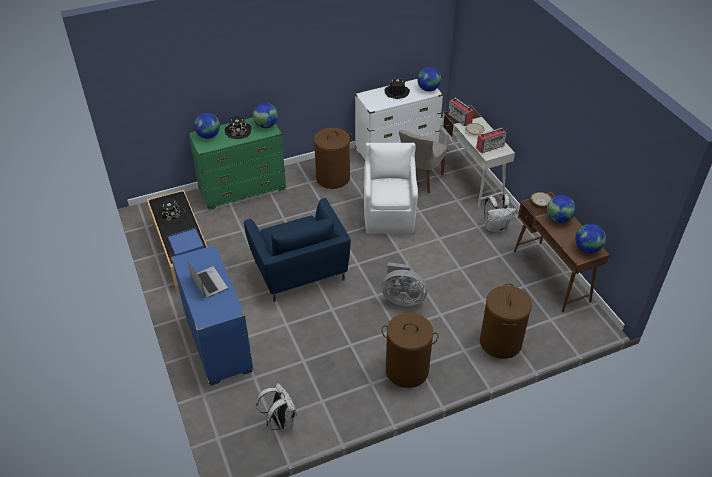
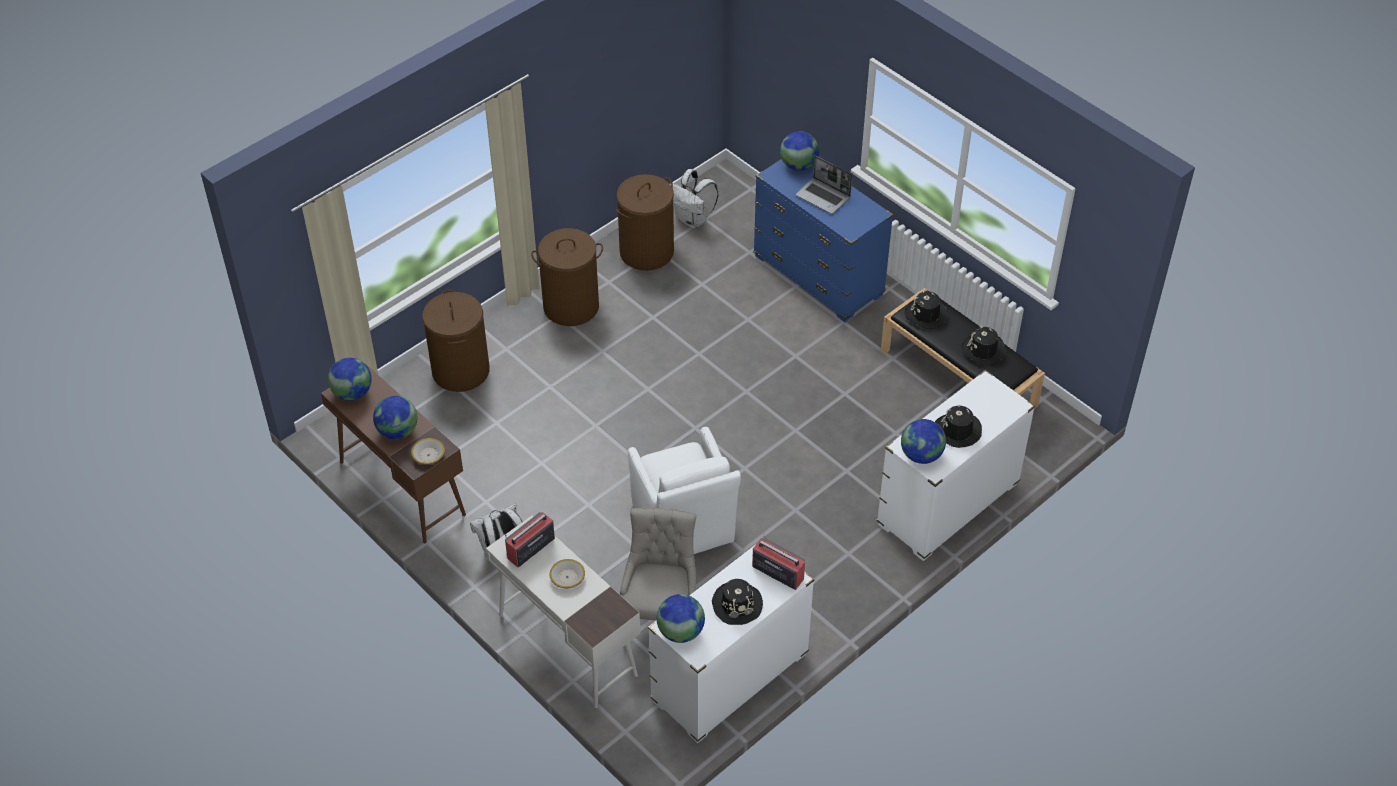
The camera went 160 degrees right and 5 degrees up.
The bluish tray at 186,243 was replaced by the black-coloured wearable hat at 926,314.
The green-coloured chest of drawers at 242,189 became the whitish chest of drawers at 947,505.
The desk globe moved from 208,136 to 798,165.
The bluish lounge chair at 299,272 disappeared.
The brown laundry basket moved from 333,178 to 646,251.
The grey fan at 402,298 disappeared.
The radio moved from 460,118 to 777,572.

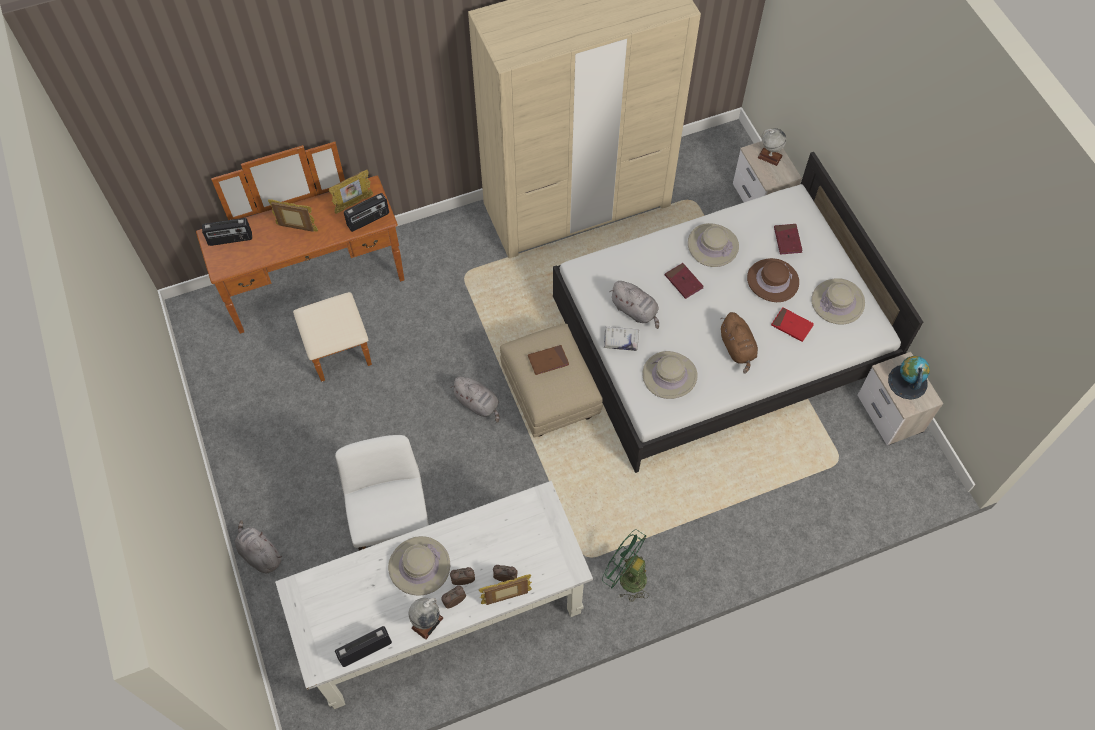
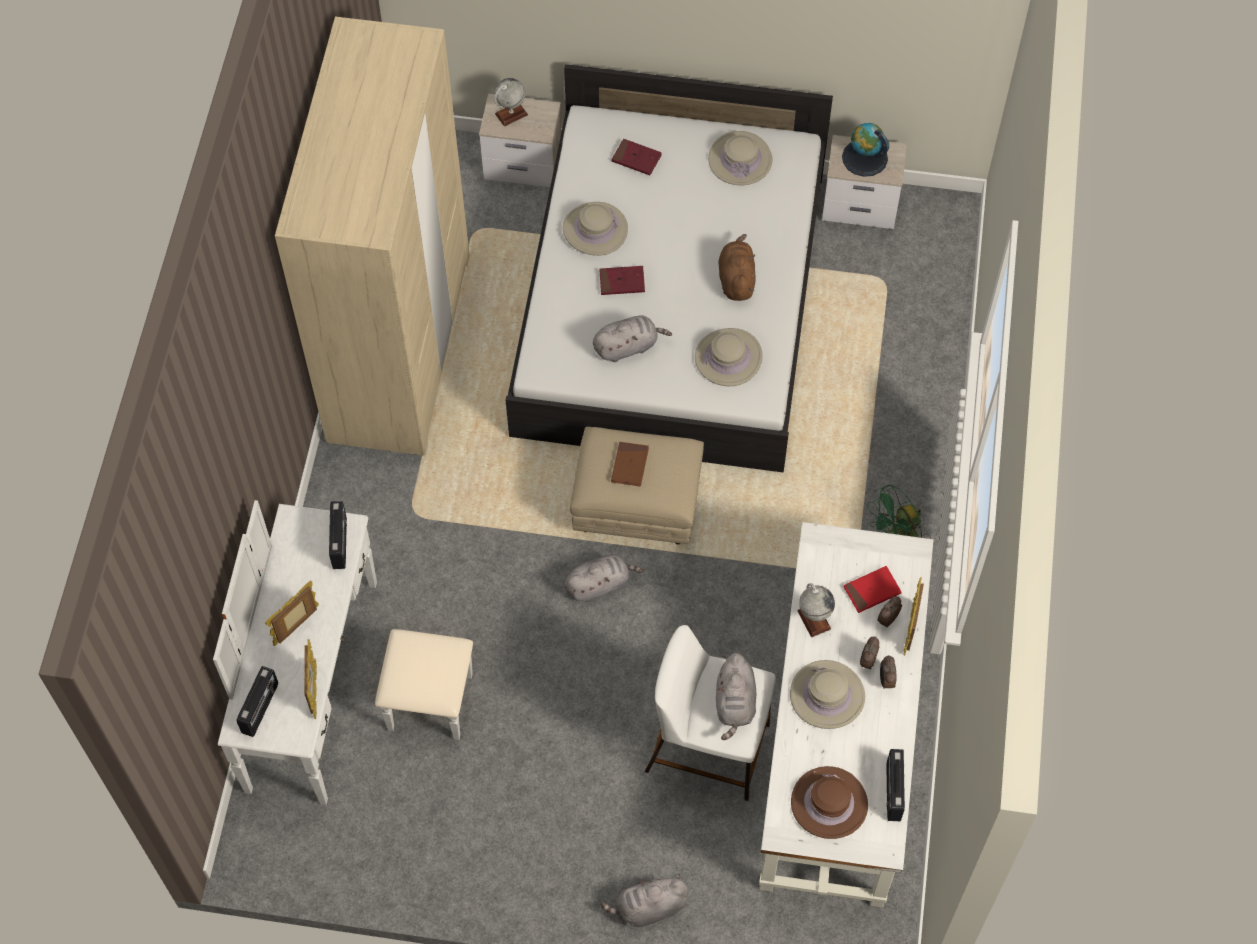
The camera went 60 degrees left and 0 degrees up.
The brown chest of drawers at 321,299 became the whitish chest of drawers at 340,687.
The photo frame moved from 354,203 to 314,691.
The desk globe moved from 427,622 to 813,619.
The whitish volume at 621,341 disappeared.
The brown cuddly toy at 737,349 turned 105 degrees counterclockwise.
The brown wearable hat moved from 772,281 to 829,803.
The red volume moved from 791,325 to 872,590.
The grey cuddly toy at 735,703 appeared.

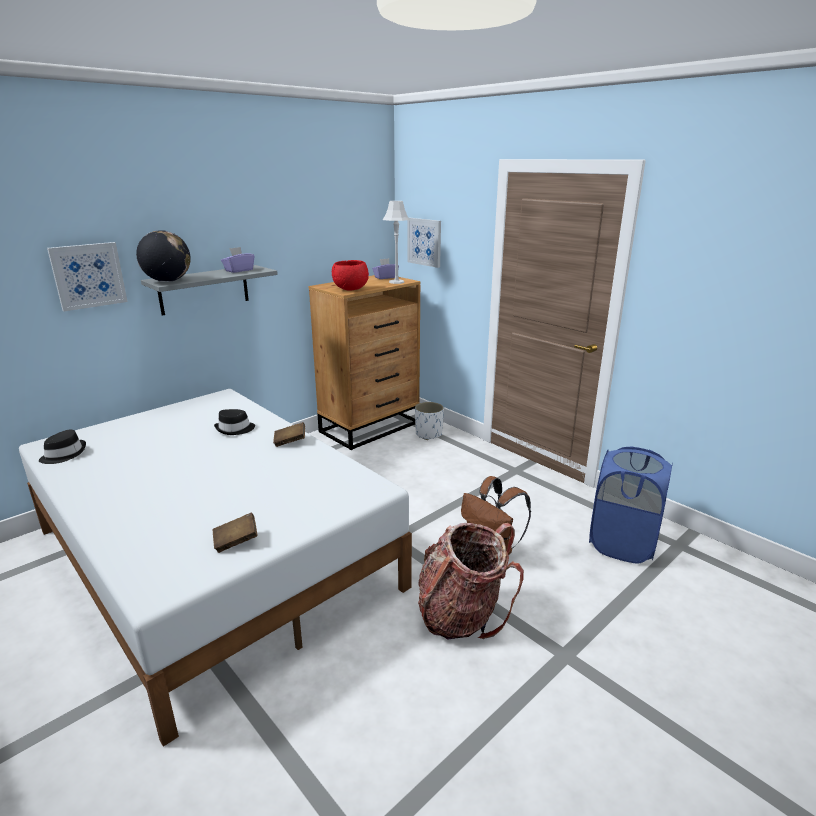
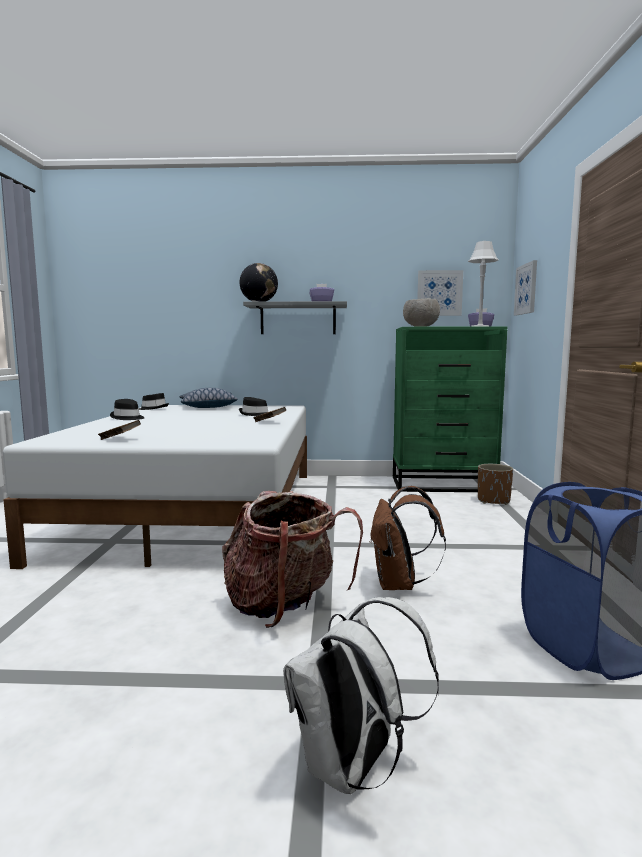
The camera went 45 degrees right and 15 degrees down.
The picture moved from 88,275 to 439,293.
The brown chest of drawers at 370,427 became the green-coloured chest of drawers at 443,484.
The red serving bowl at 350,289 became the grey serving bowl at 421,326.
The whitish flower pot at 428,434 became the brown flower pot at 493,501.
The black-coloured wearable hat at 127,418 appeared.
The pillow at 207,407 appeared.
The whitish rucksack at 353,768 appeared.

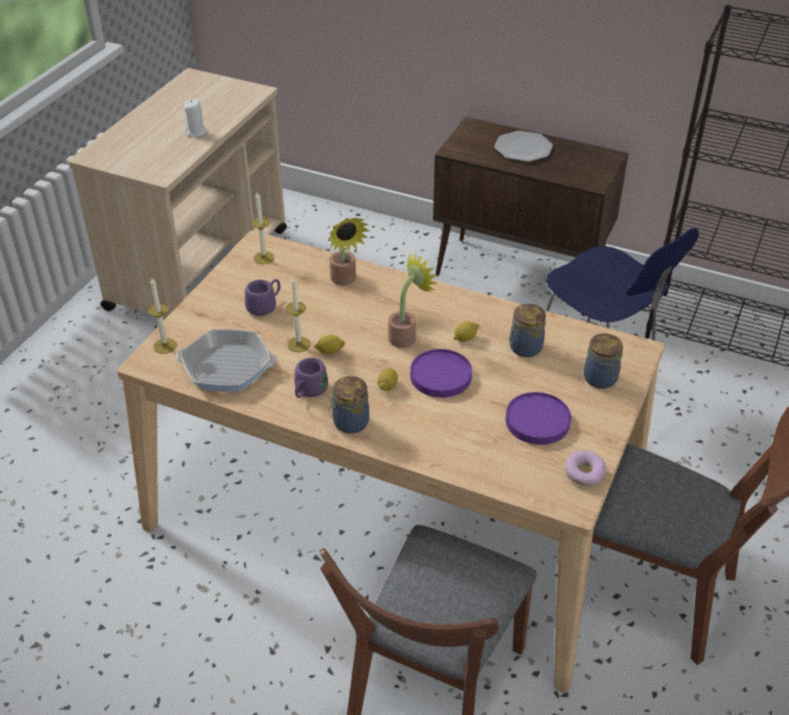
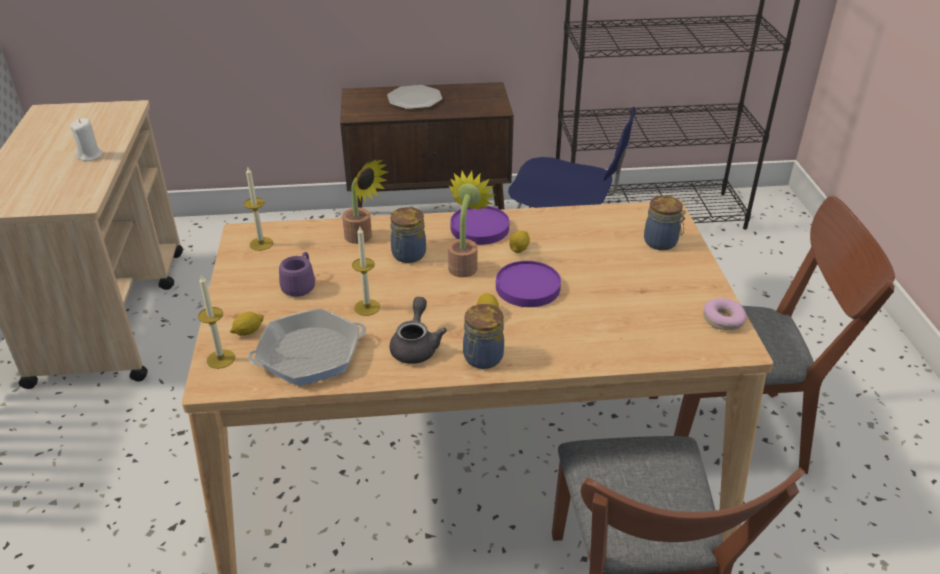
The camera went 30 degrees left and 5 degrees down.
The purple-coloured tea mug at 308,392 was replaced by the grey tea pot at 416,346.
The whole lemon moved from 330,351 to 248,331.
The purple-coloured dinner plate moved from 538,421 to 480,228.
The preserve jar moved from 524,348 to 408,255.

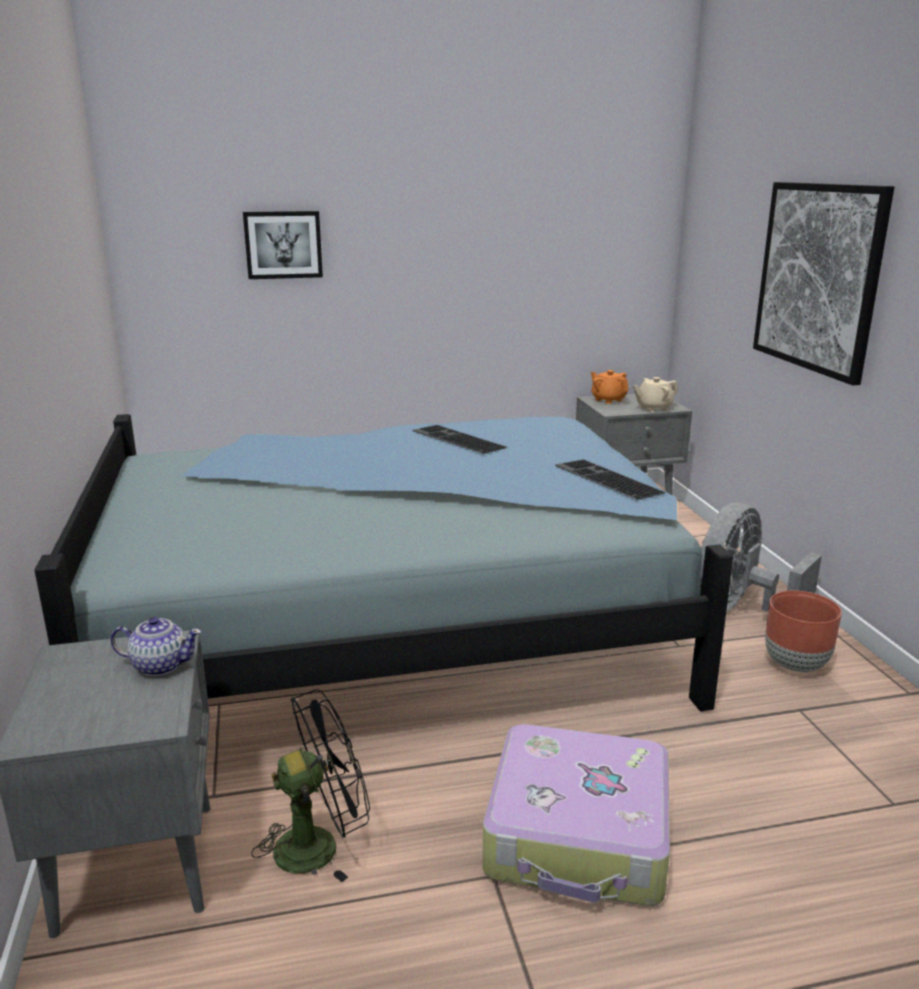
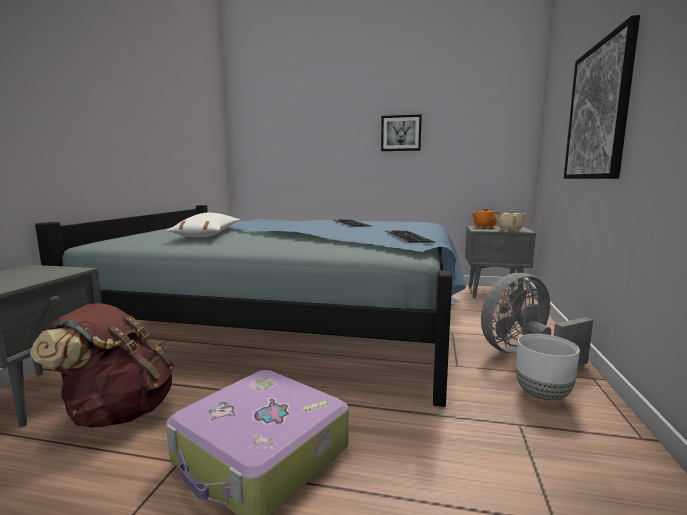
The camera went 25 degrees right and 10 degrees down.
The tea pot at 160,665 disappeared.
The picture moved from 283,245 to 401,133.
The black-coloured fan at 319,844 was replaced by the brown rucksack at 118,412.
The brown flower pot at 796,665 became the whitish flower pot at 542,395.
The whitish pillow at 207,235 appeared.

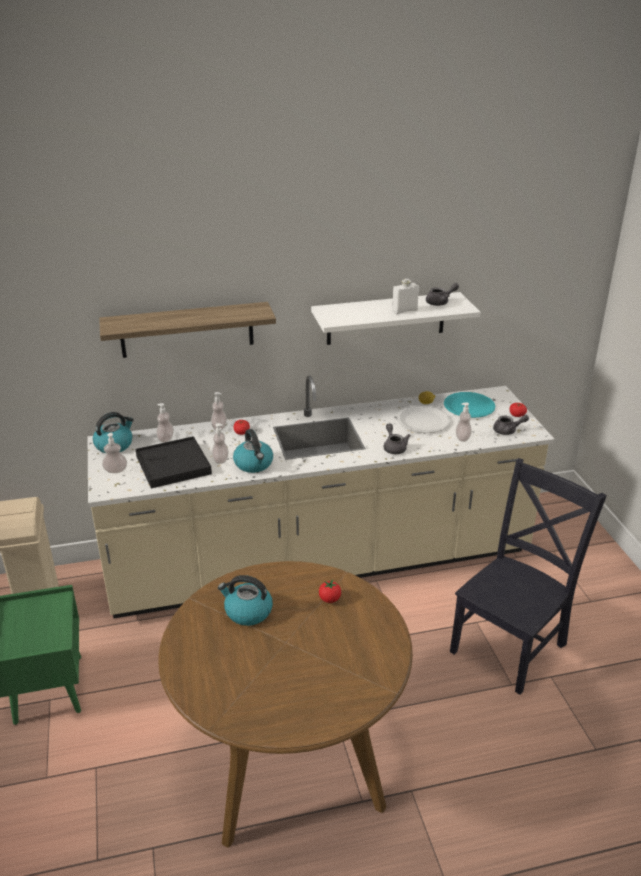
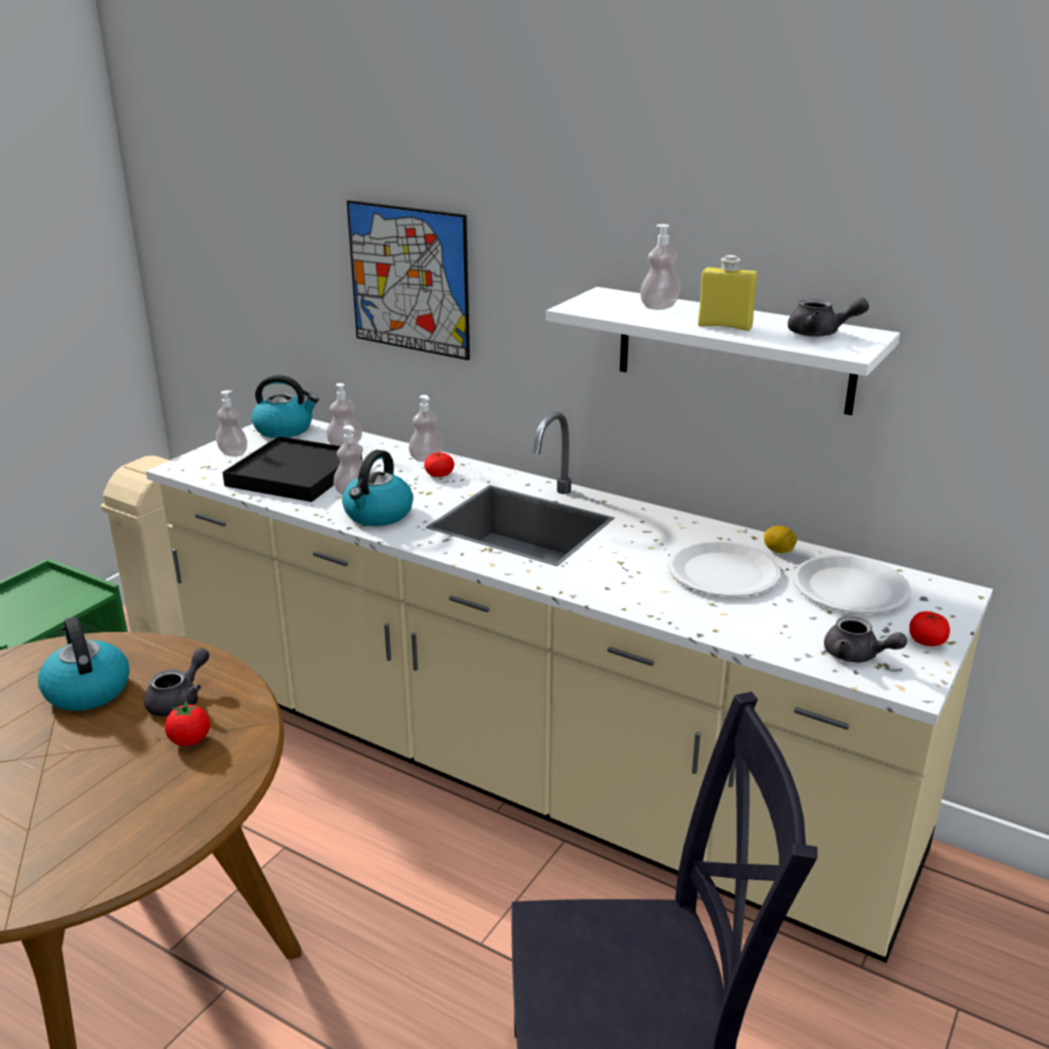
The camera went 45 degrees right and 5 degrees down.
The shelf at 187,330 was replaced by the picture at 409,279.
The grey tea pot moved from 394,447 to 180,700.
The whitish drink bottle at 404,311 became the yellow drink bottle at 725,326.
The turquoise dinner plate at 469,406 became the whitish dinner plate at 850,587.
The soap bottle moved from 462,438 to 659,307.

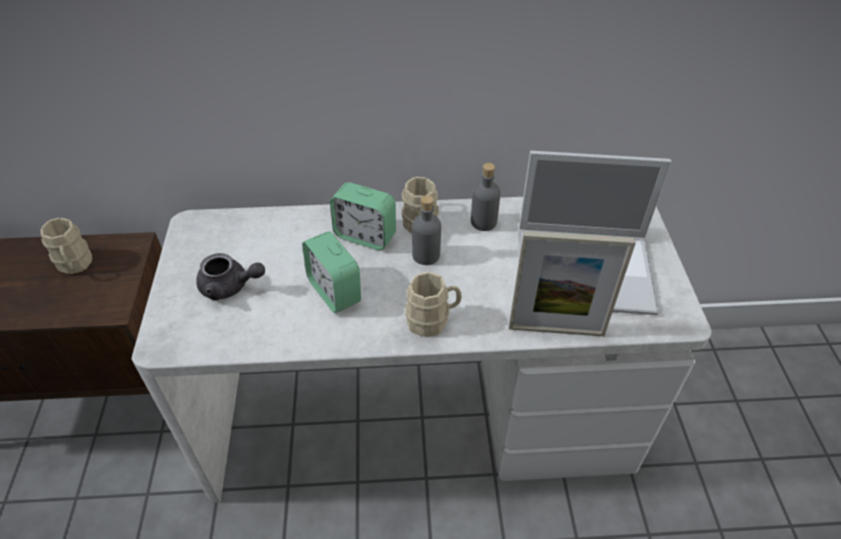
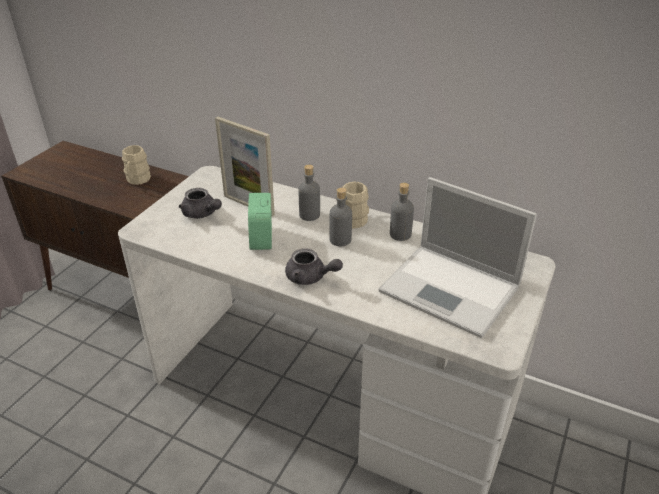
The camera went 30 degrees right and 10 degrees down.
The alarm clock at 365,236 was replaced by the grey drink bottle at 309,215.
The beige-coloured tea mug at 433,319 was replaced by the grey tea pot at 310,277.
The photo frame moved from 556,330 to 248,205.

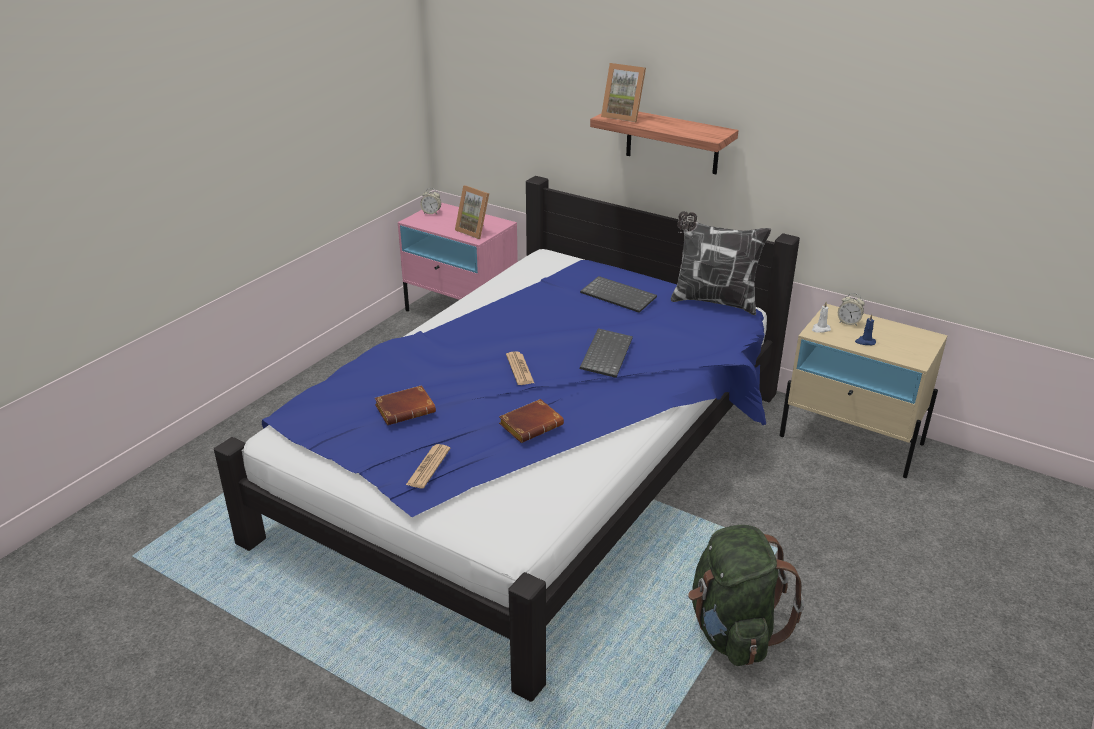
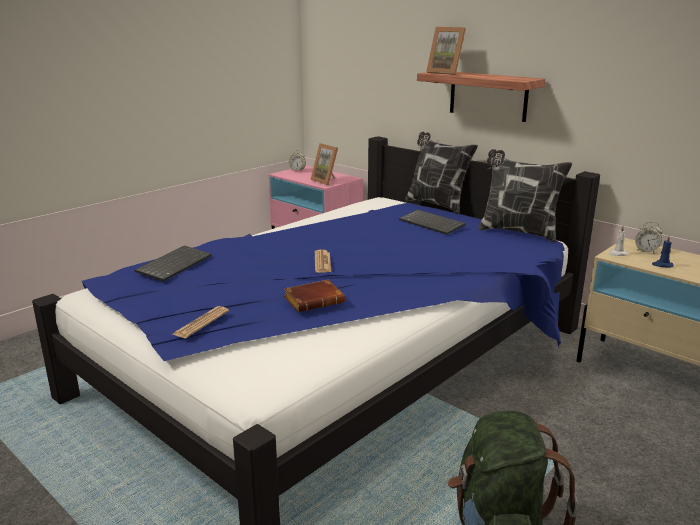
The camera went 10 degrees right and 10 degrees down.
The brown volume at 406,409 disappeared.
The keyboard moved from 605,354 to 174,264.
The pillow at 436,204 appeared.

